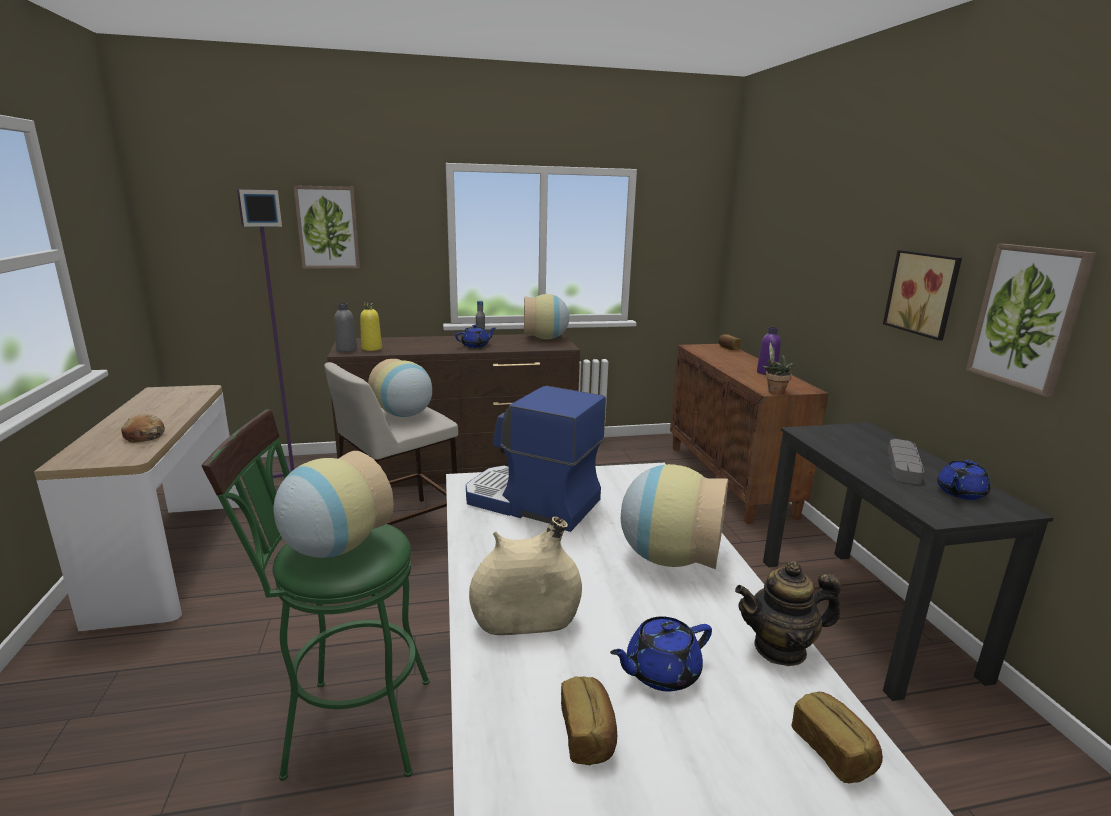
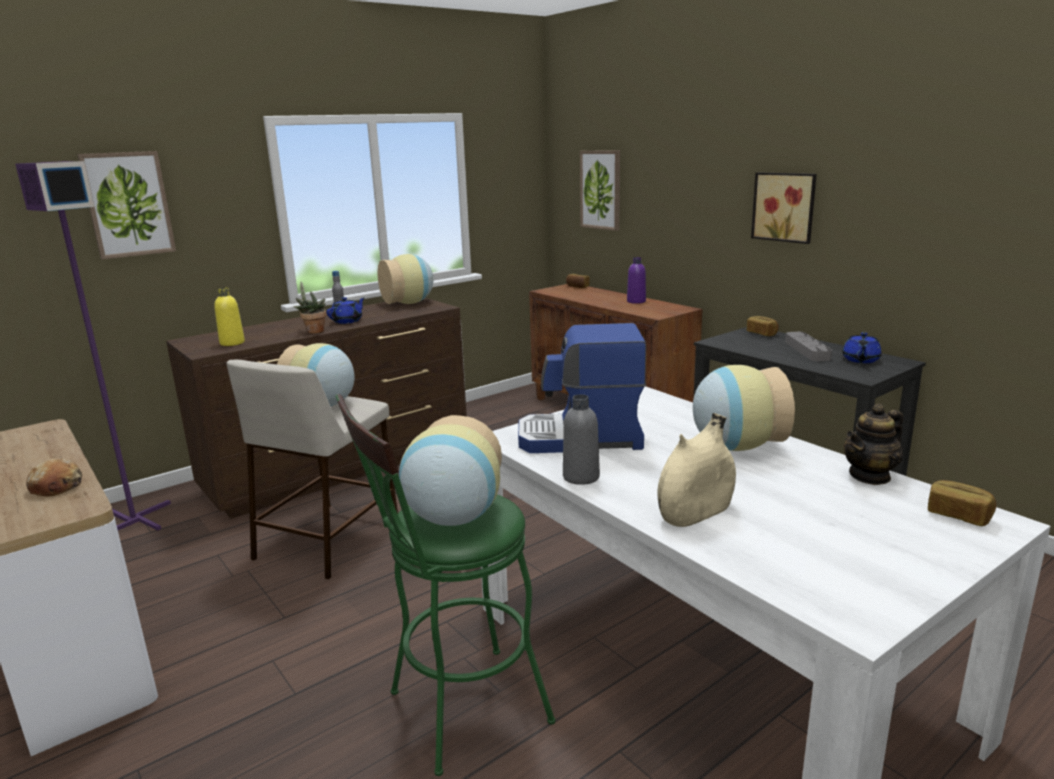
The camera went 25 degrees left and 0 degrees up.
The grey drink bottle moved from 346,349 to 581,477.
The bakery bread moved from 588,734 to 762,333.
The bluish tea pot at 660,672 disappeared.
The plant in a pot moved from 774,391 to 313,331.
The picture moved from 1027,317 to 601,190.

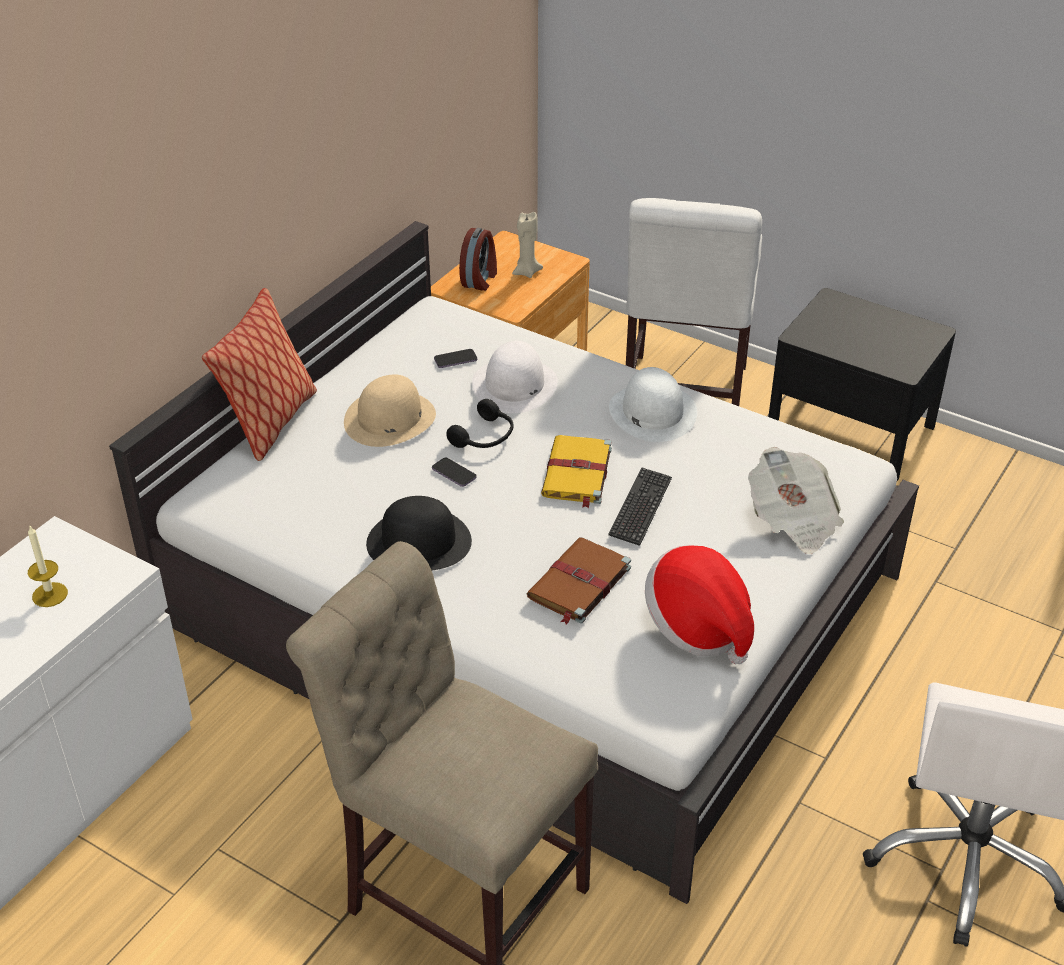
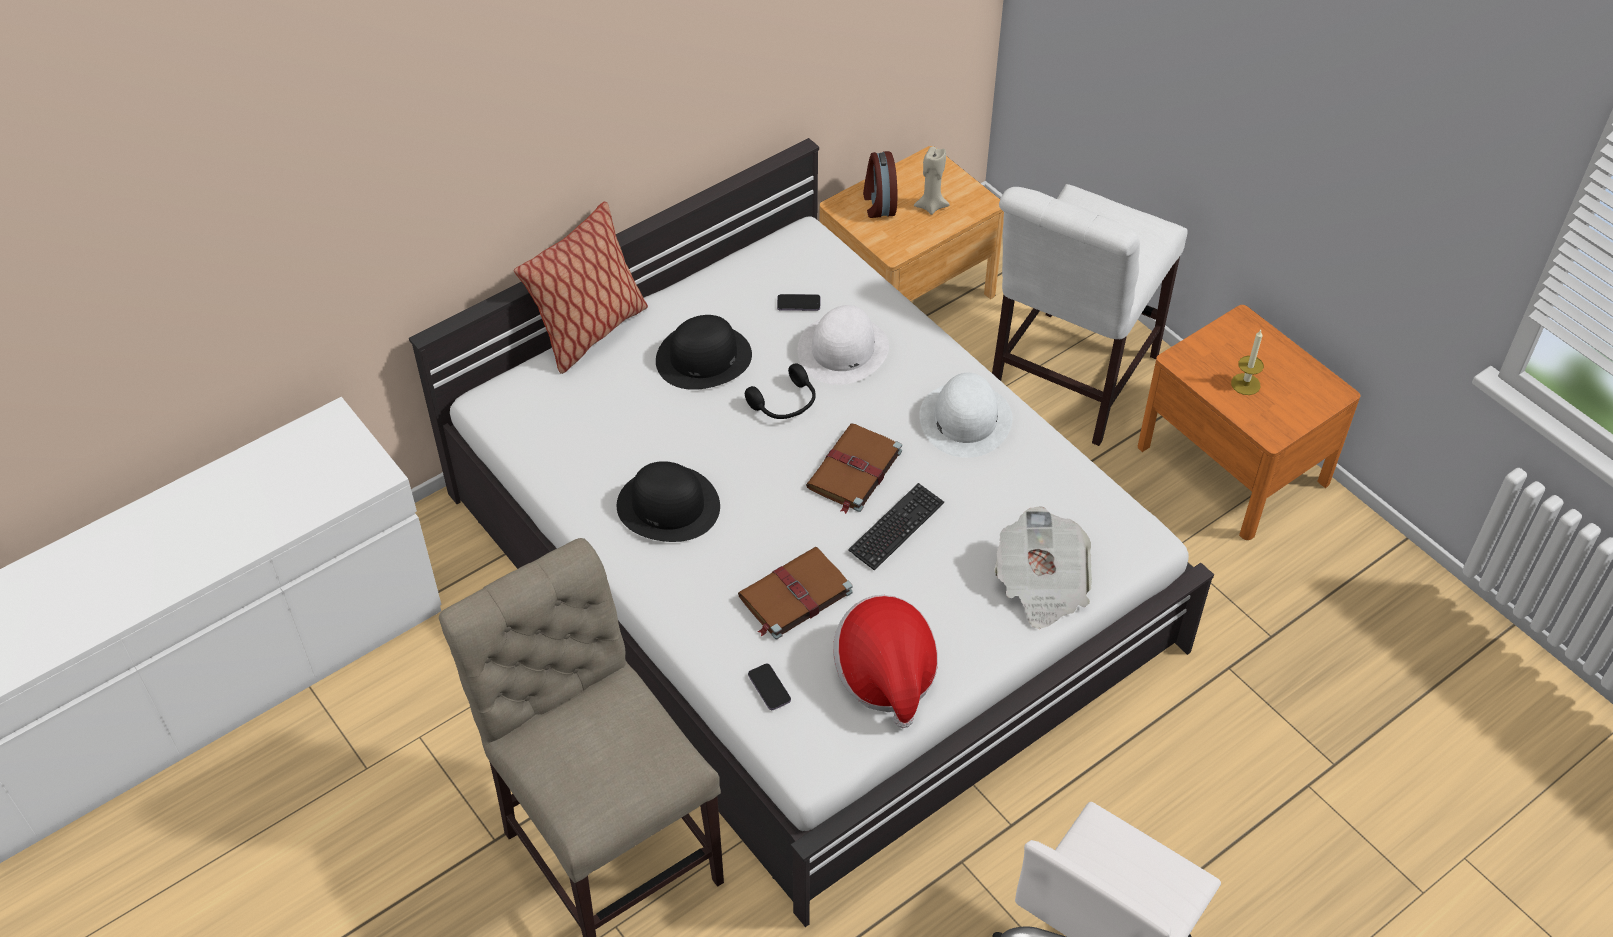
The camera went 20 degrees right and 10 degrees up.
The candle moved from 50,594 to 1245,384.
The beige-coloured wearable hat at 390,419 became the black-coloured wearable hat at 703,358.
The phone moved from 454,473 to 769,688.
The alarm clock at 480,279 turned 135 degrees clockwise.
The yellow volume at 577,473 became the brown volume at 853,471.
The black-coloured bedside table at 850,430 became the orange bedside table at 1232,464.

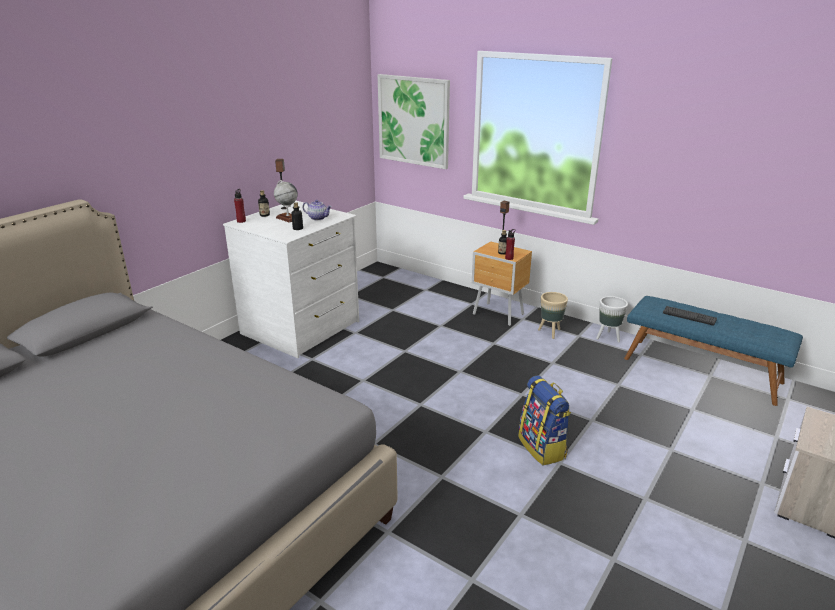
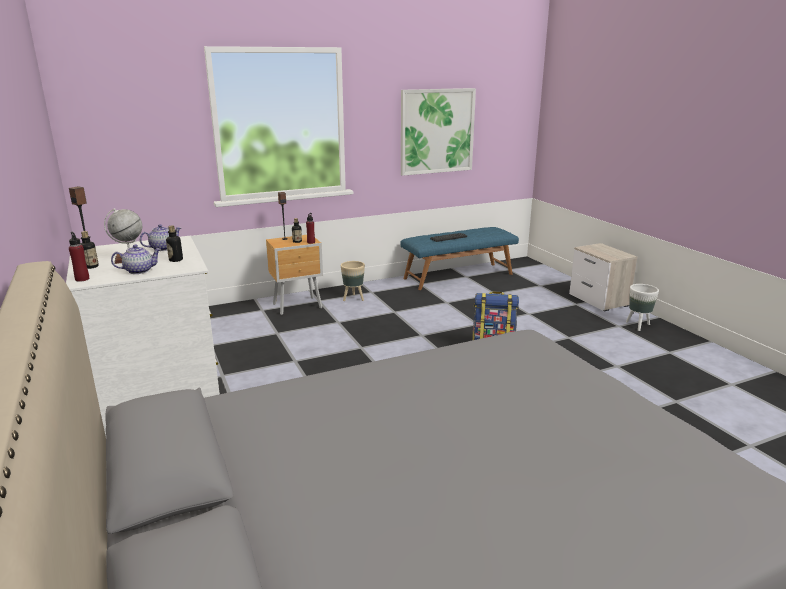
The camera went 60 degrees left and 5 degrees down.
The picture moved from 413,121 to 437,131.
The whitish flower pot moved from 608,337 to 638,325.
The tea pot at 139,271 appeared.

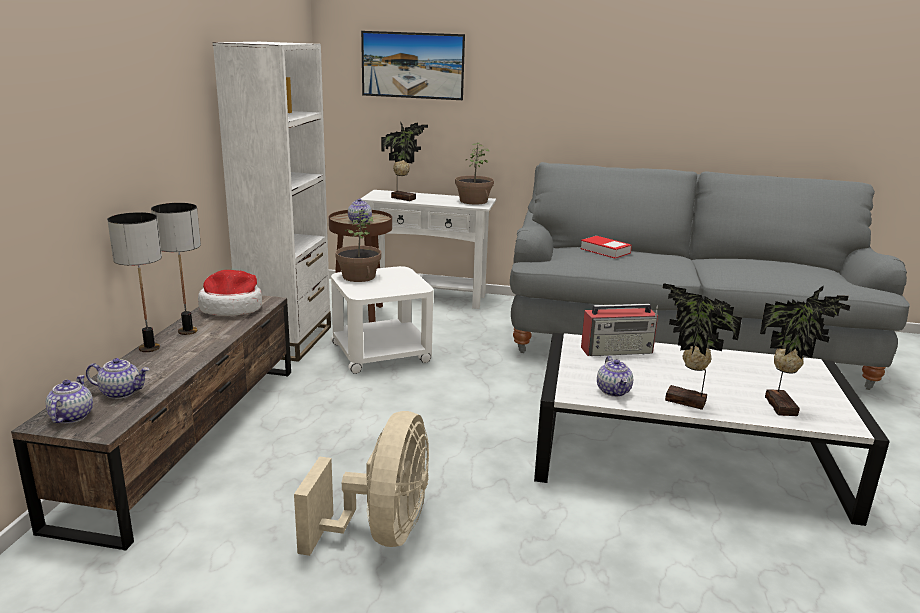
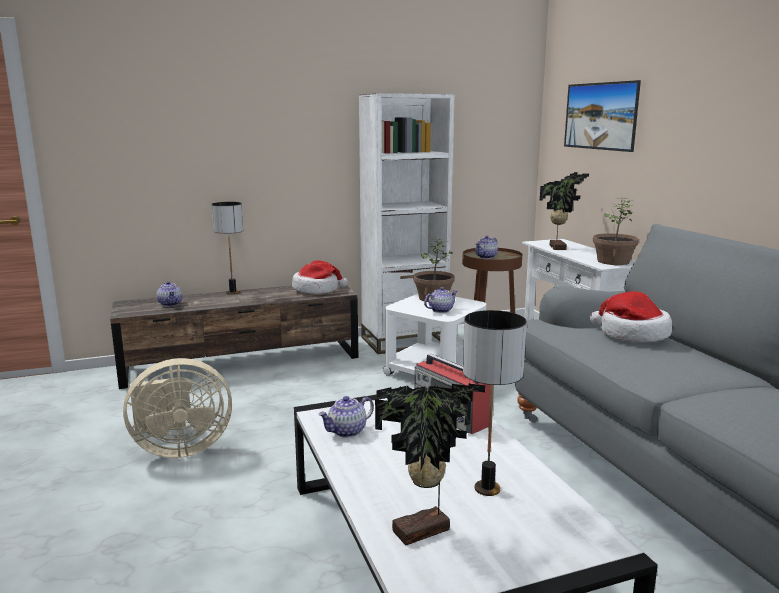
The camera went 60 degrees right and 5 degrees down.
The tea pot moved from 71,416 to 441,310.
The tabletop lamp moved from 187,331 to 486,489.
The volume at 605,251 was replaced by the wearable hat at 631,334.
The plant in a pot at 685,403 disappeared.

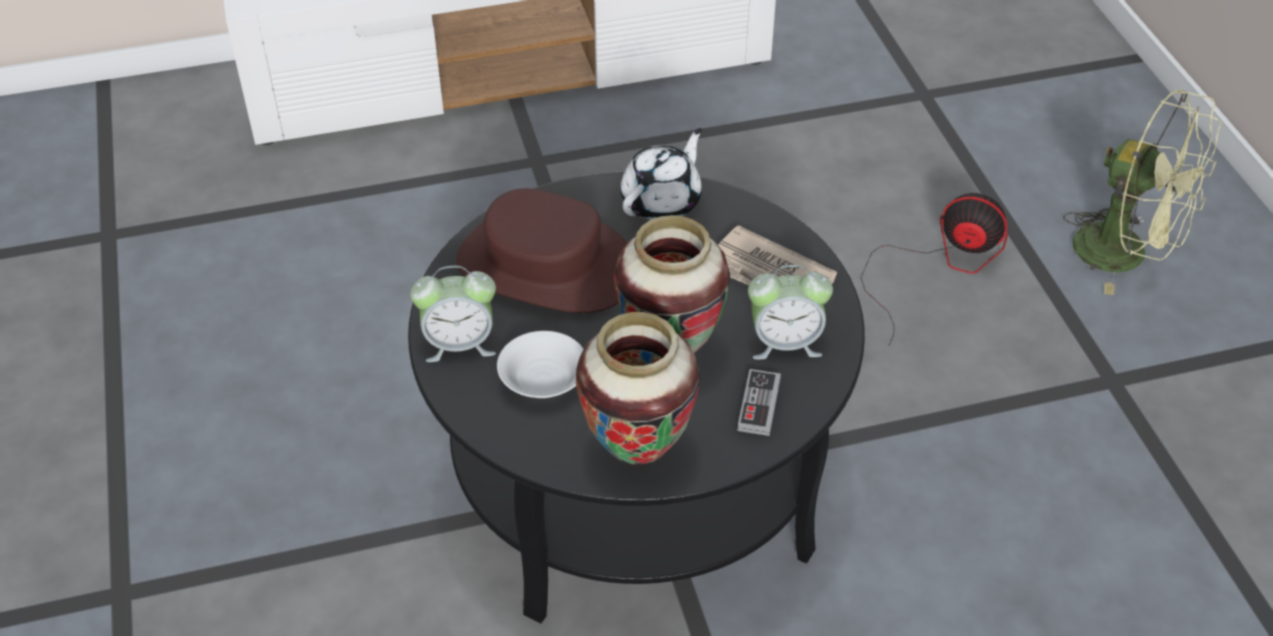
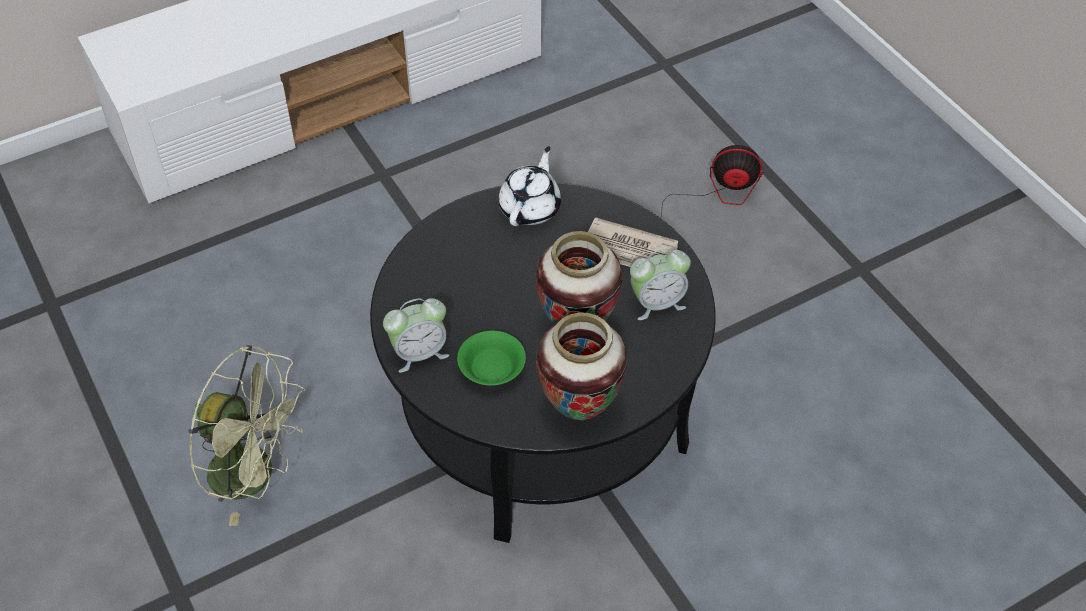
The camera went 15 degrees left and 5 degrees up.
The brown wearable hat at 545,266 disappeared.
The whitish serving bowl at 542,380 became the green-coloured serving bowl at 491,369.
The joypad at 759,405 disappeared.
The green-coloured fan moved from 1126,254 to 255,475.

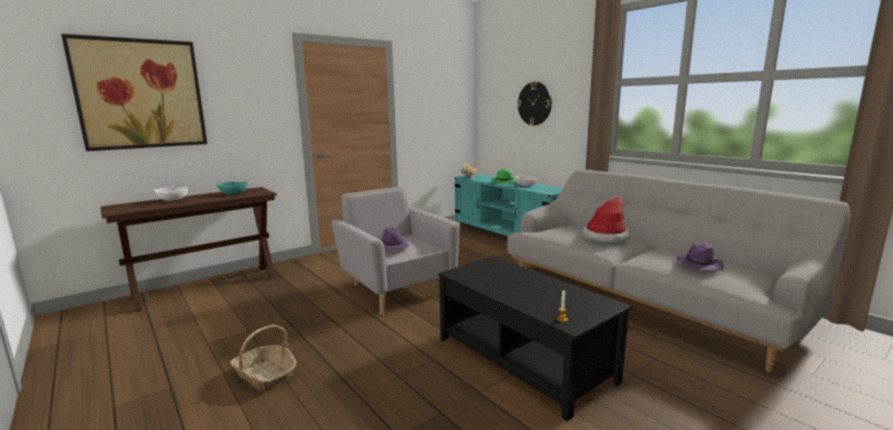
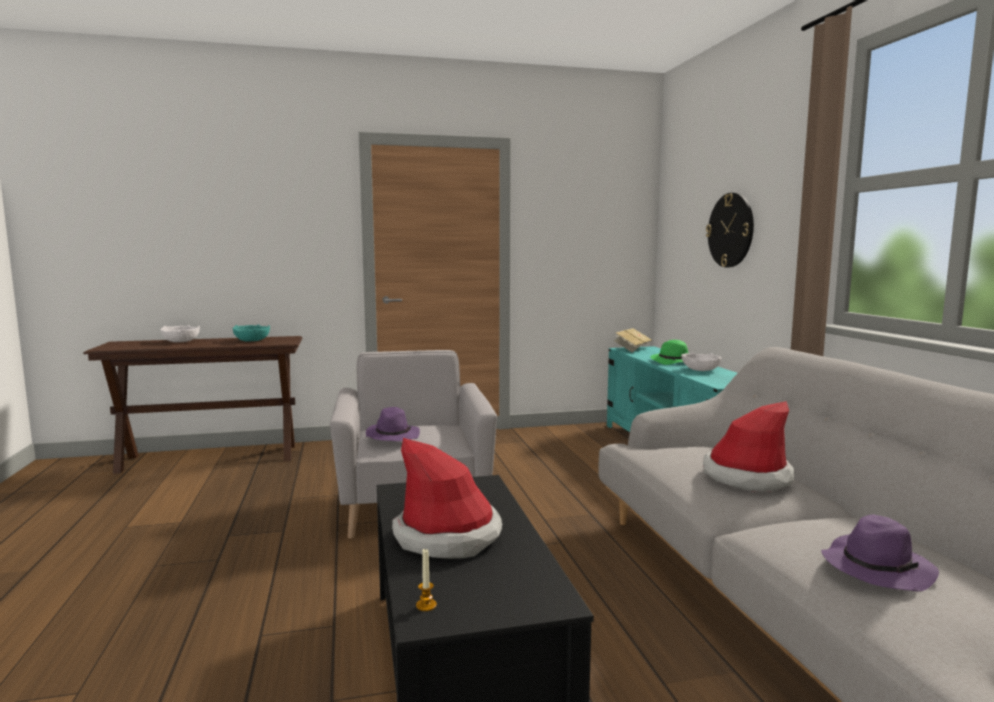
The camera went 25 degrees right and 5 degrees down.
The picture at 141,94 disappeared.
The storage basket at 265,375 disappeared.
The wearable hat at 448,536 appeared.

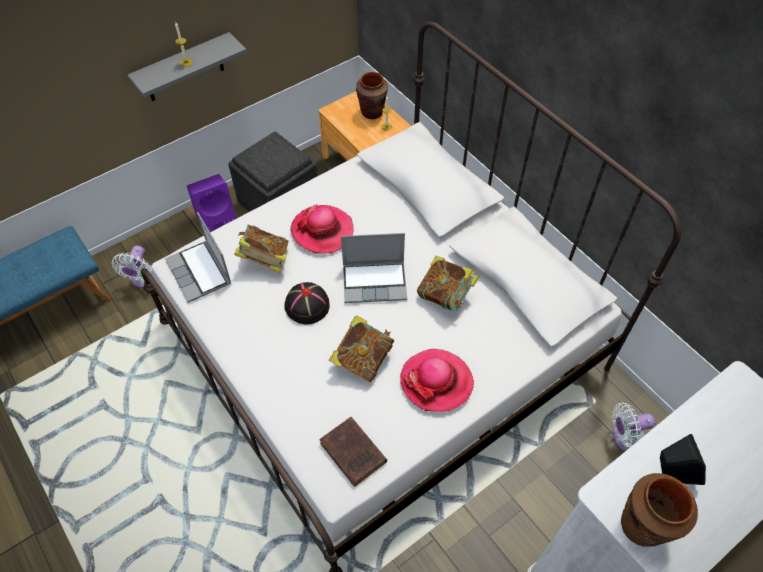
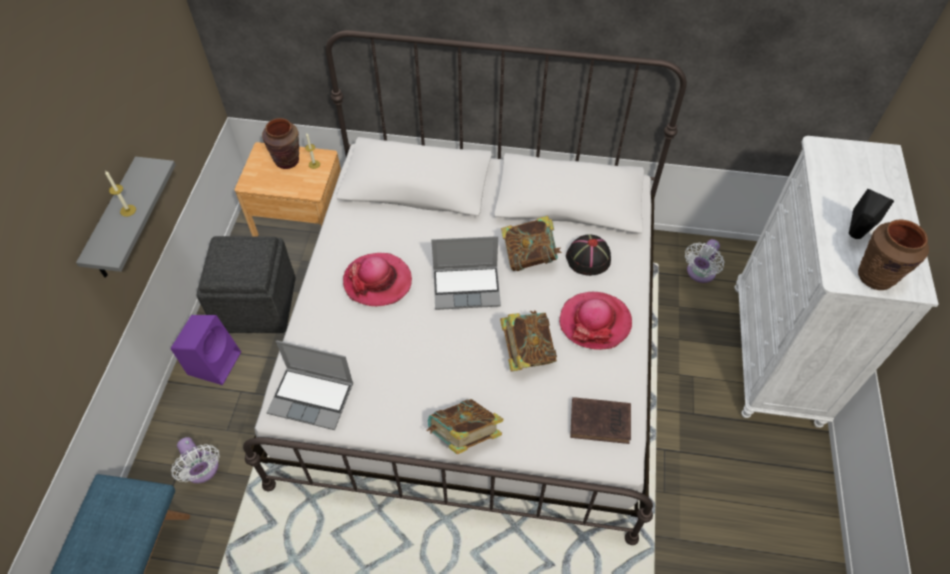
The camera went 45 degrees left and 0 degrees up.
The volume moved from 265,260 to 464,436.
The black-coloured wearable hat moved from 306,305 to 588,258.
The portable computer at 375,282 turned 45 degrees clockwise.

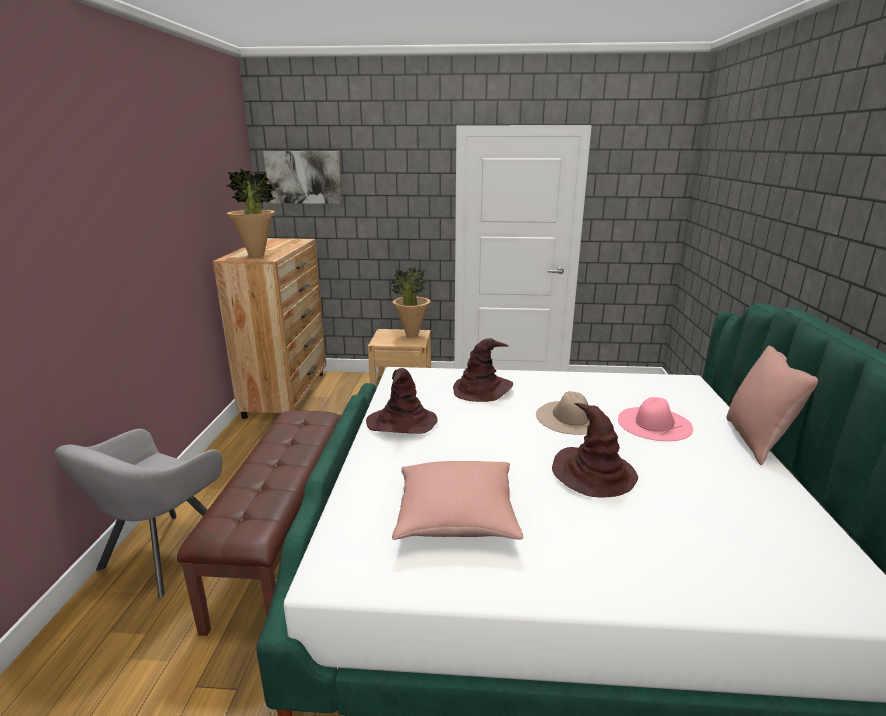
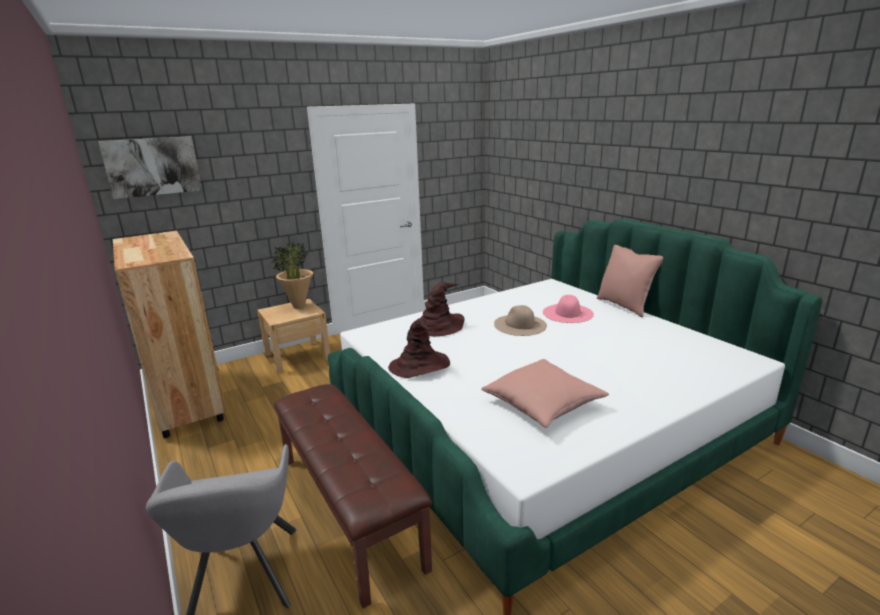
The camera went 35 degrees left and 0 degrees up.
The plant in a pot at 257,255 disappeared.
The brown wearable hat at 594,474 disappeared.

